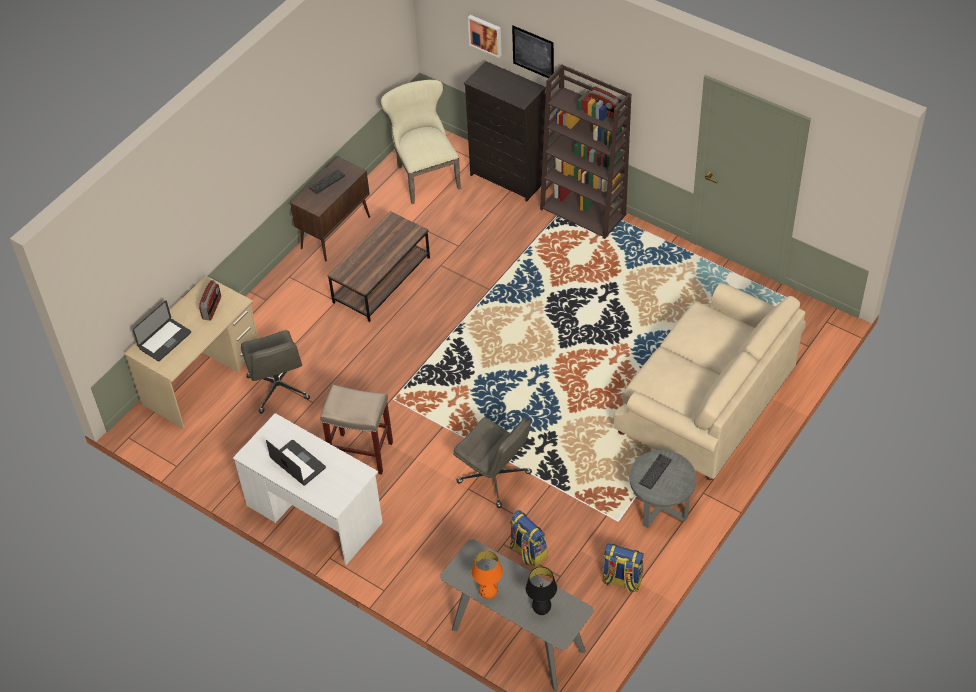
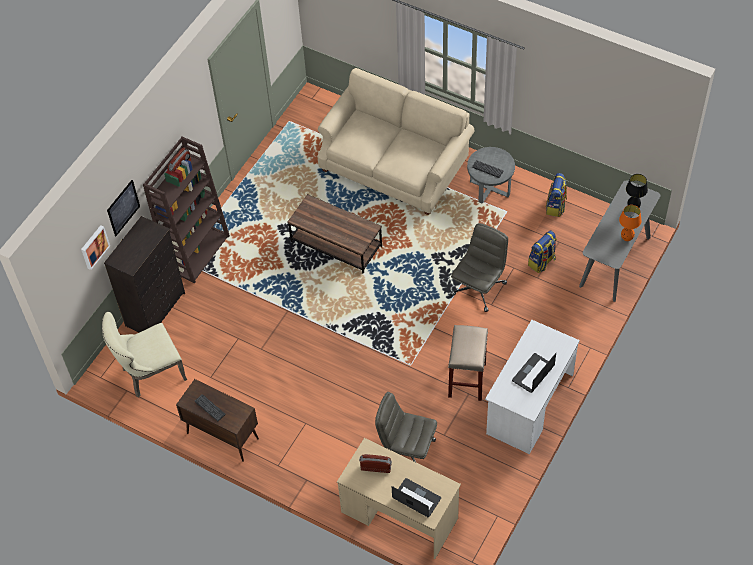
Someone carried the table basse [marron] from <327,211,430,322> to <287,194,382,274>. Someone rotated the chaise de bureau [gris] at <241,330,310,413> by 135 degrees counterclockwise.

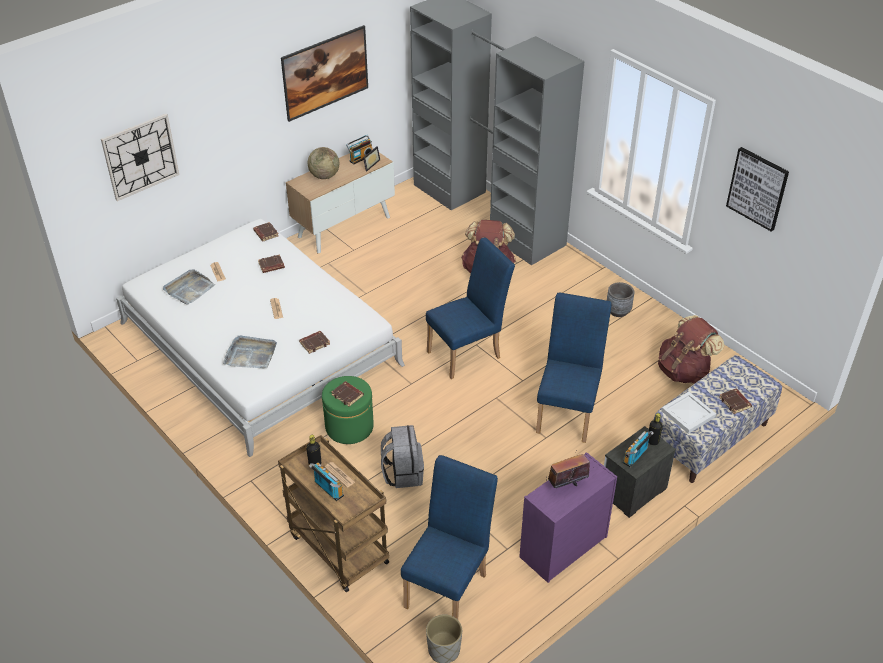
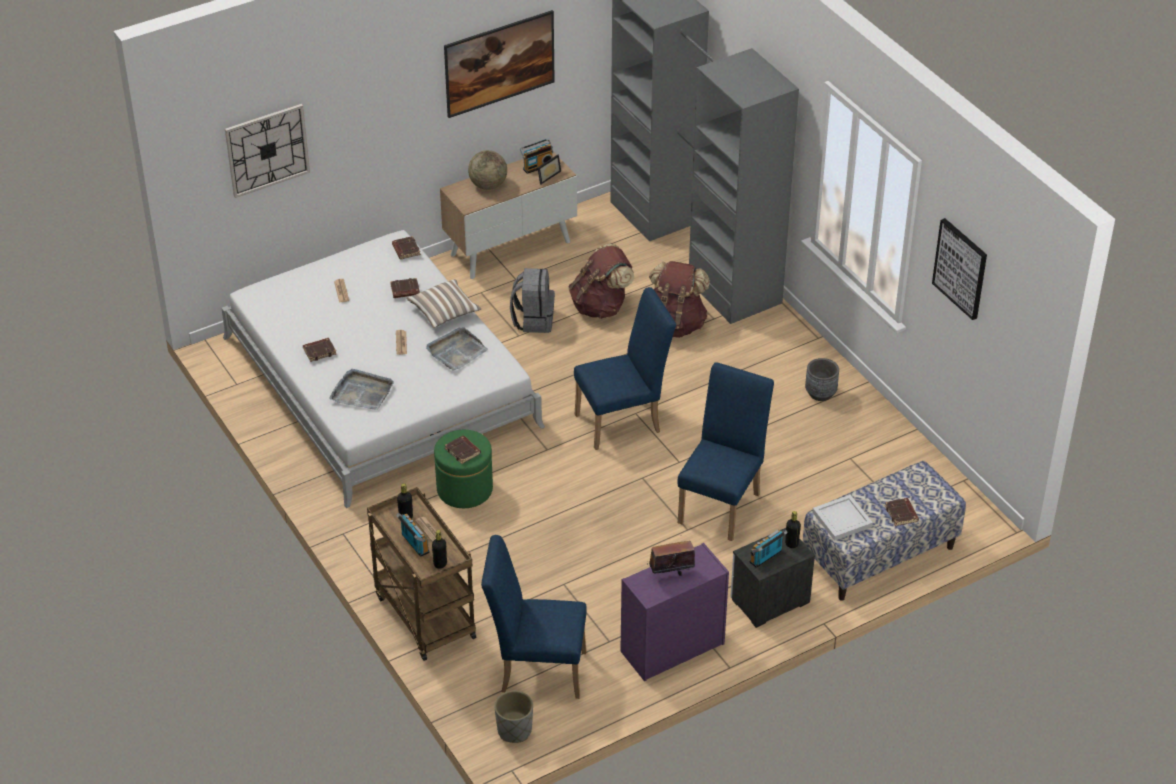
Someone put down the coussin at <407,279,481,328>. Someone put down the bouteille [noir] at <432,530,447,569>. Someone carried the plateau [gris] from <163,269,215,305> to <426,327,488,371>. Someone carried the livre [marron] from <299,331,330,354> to <303,338,336,362>. Someone carried the sac à dos [gris] from <381,425,424,488> to <510,268,555,333>. Someone carried the sac à dos [marron] from <658,315,724,384> to <569,244,634,319>. Someone rotated the chaise [bleu] at <401,455,498,620> by 120 degrees counterclockwise.

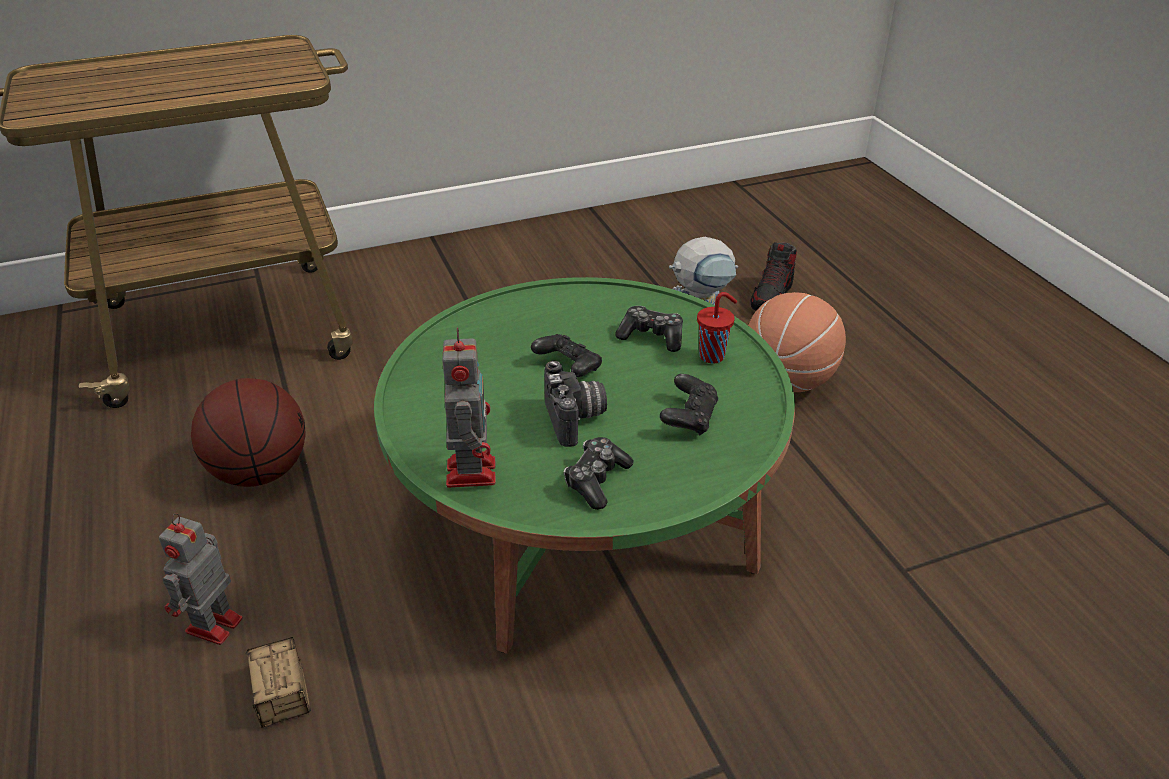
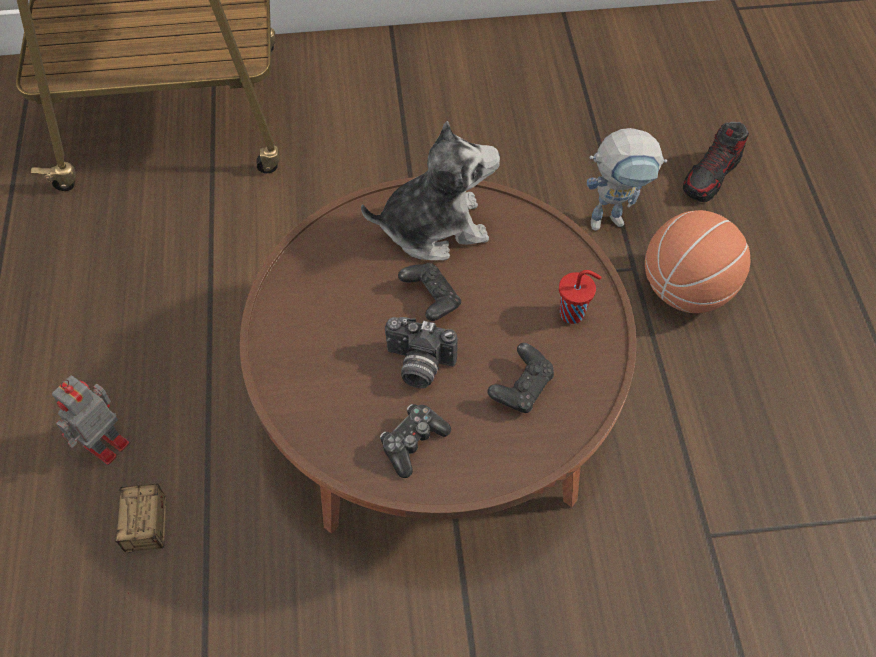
Someone took away the ballon de basket at <191,378,306,487>. Someone took away the robot jouet at <442,328,496,488>. Someone took away the manette at <616,306,683,352>. Someone put down the peluche at <361,121,500,261>. Someone repainted the table basse [vert] at <374,277,795,654>, which became the table basse [marron] at <240,177,636,534>. Someone rotated the appareil photo at <544,360,607,447> by 105 degrees clockwise.

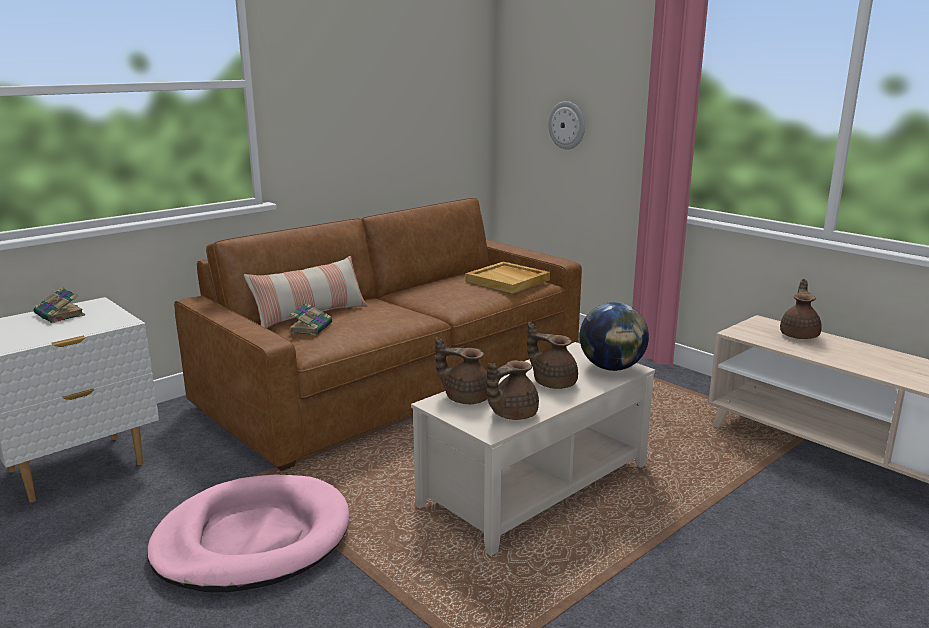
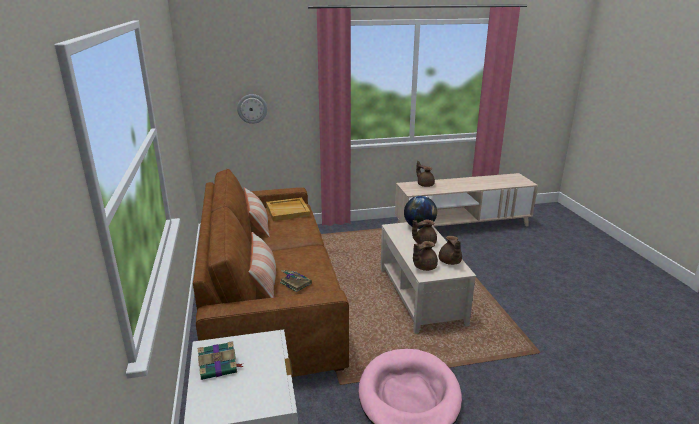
Someone put down the coussin at <244,187,270,237>.

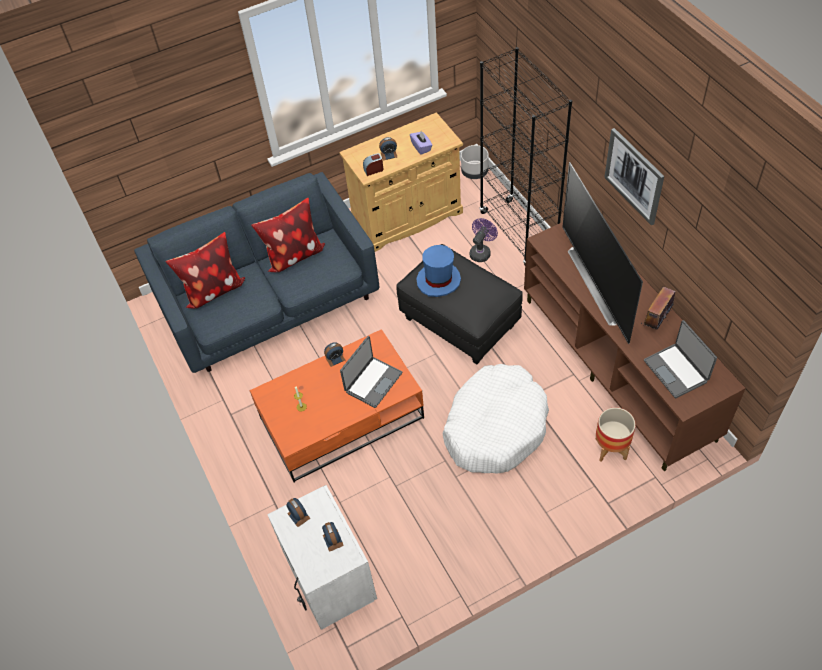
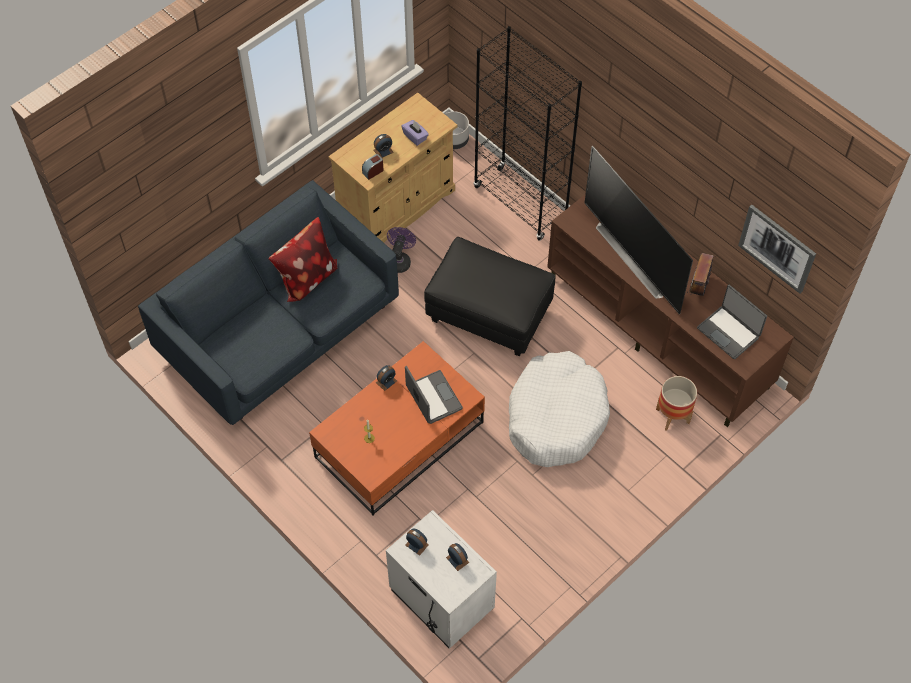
Someone took away the coussin at <165,232,245,308>. Someone took away the chapeau [bleu] at <416,245,461,297>. Someone carried the ventilateur [violet] from <470,218,498,262> to <387,227,416,273>. Someone carried the tableau from <604,128,664,225> to <738,204,816,294>. Someone rotated the ordinateur portable at <340,336,402,408> by 45 degrees counterclockwise.

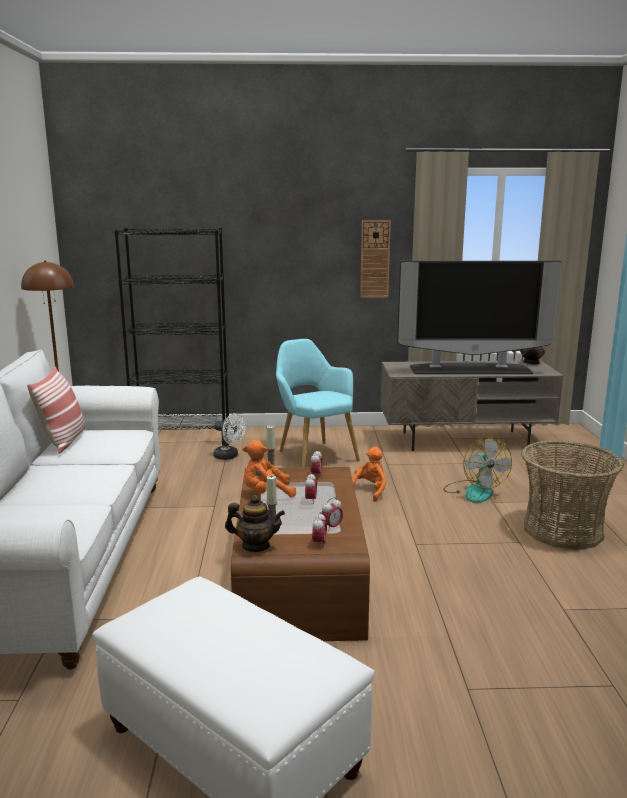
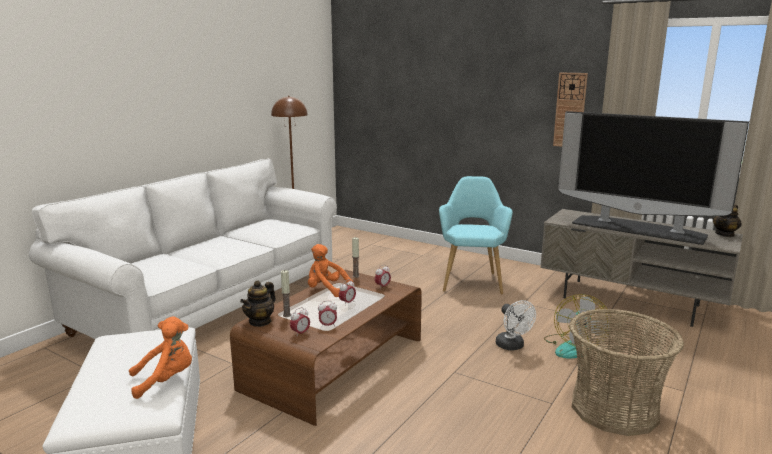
Someone took away the coussin at <27,367,85,454>. Someone took away the bibliothèque [noir] at <114,228,230,430>. Someone carried the ventilateur [blanc] from <213,413,245,460> to <496,300,536,350>. Someone carried the peluche [orange] from <352,446,387,501> to <129,316,192,399>. Someone rotated the théière at <225,495,285,552> by 75 degrees clockwise.

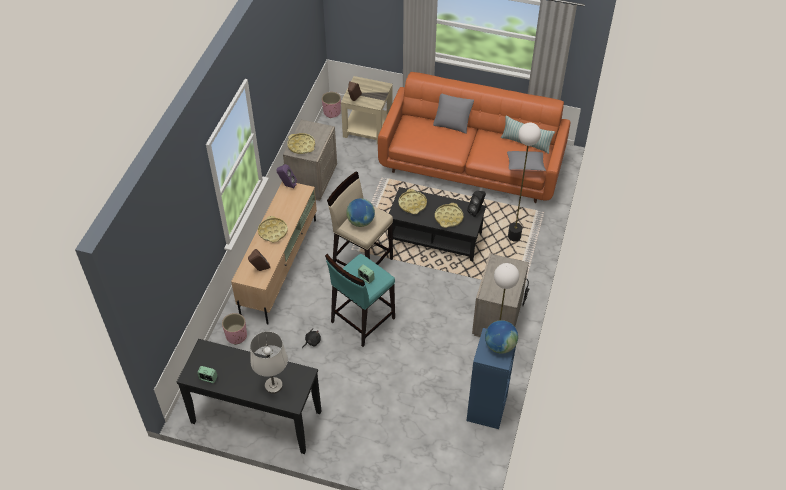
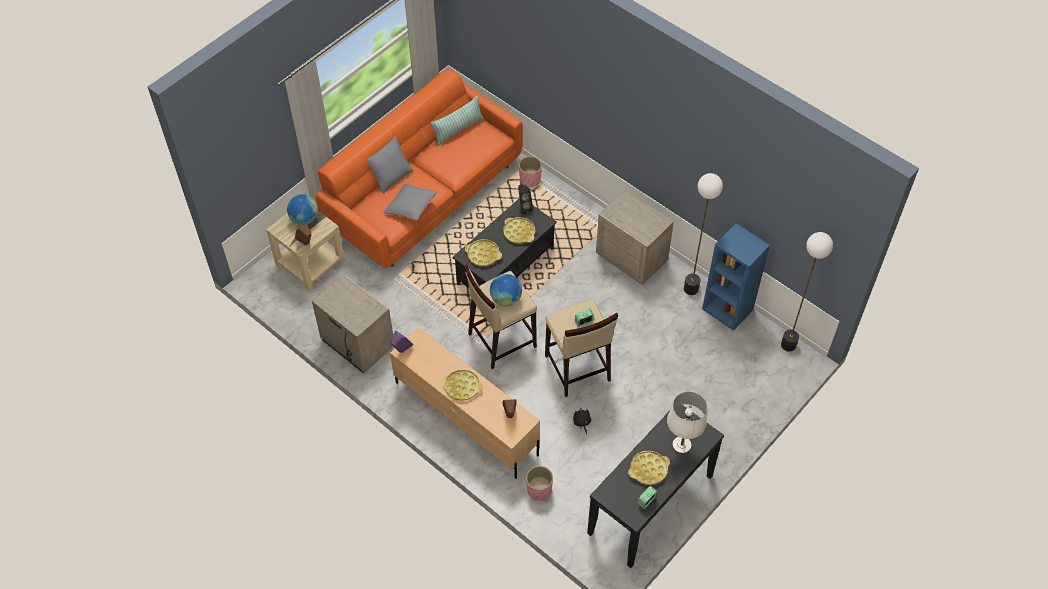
Someone carried the plateau [jaune] from <287,133,315,154> to <628,451,670,485>. Someone carried the cache-pot [rose] from <322,92,341,118> to <519,156,542,187>. Someone carried the globe from <485,320,518,354> to <287,194,318,225>. Someone carried the coussin [gris] from <507,151,546,172> to <383,184,438,220>. Someone carried the lampadaire from <508,123,541,241> to <781,232,833,352>. Someone repainted the tabouret [turquoise] at <325,254,395,347>, which became the tabouret [beige] at <545,300,618,397>.

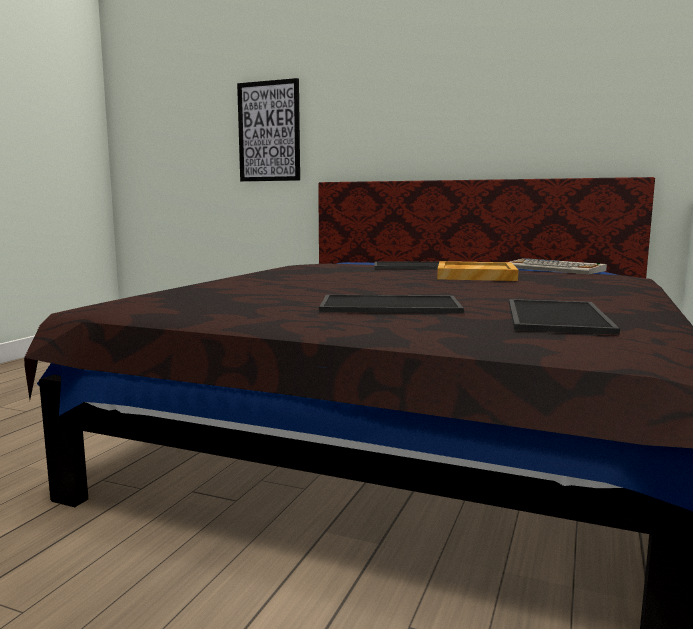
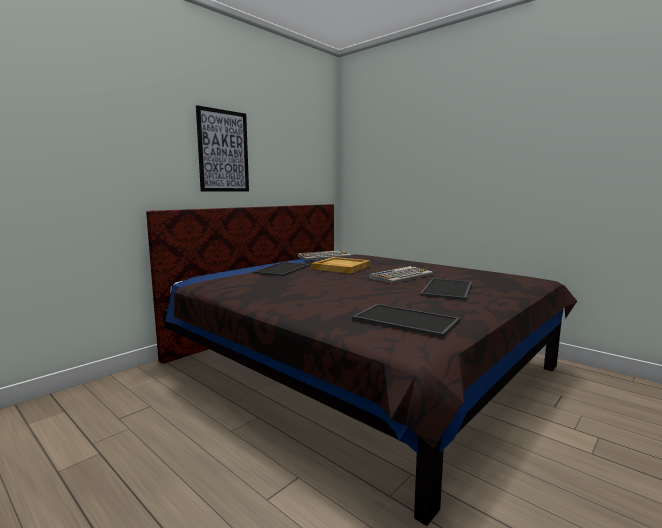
Someone put down the clavier at <369,266,433,284>. Someone carried the tableau from <237,78,300,182> to <196,105,249,192>. Someone carried the plateau from <509,299,620,335> to <352,304,460,338>.

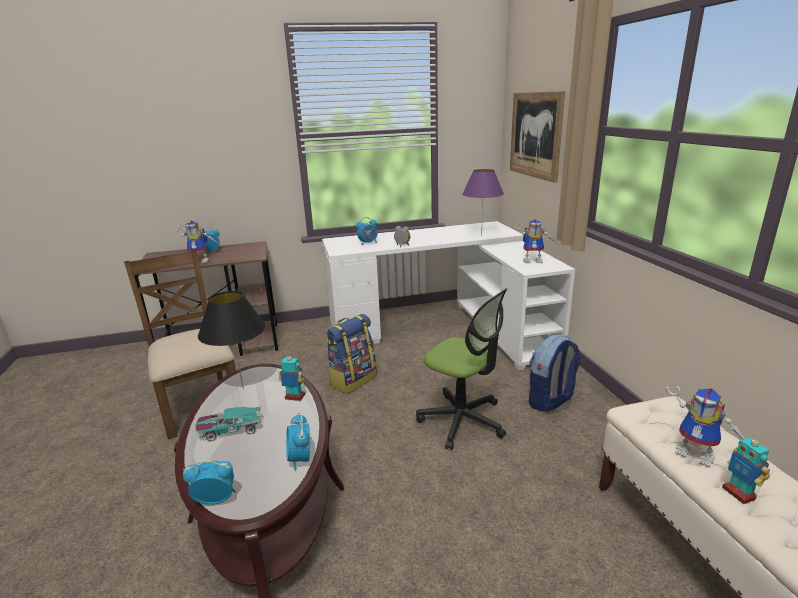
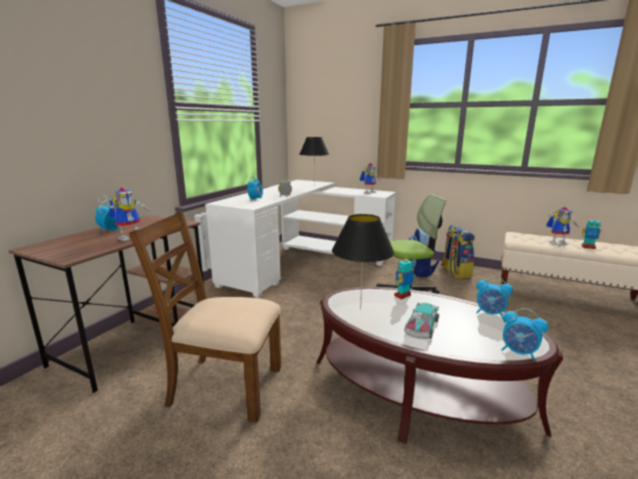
Someone took away the tableau at <510,91,565,183>. Someone carried the sac à dos from <326,314,377,394> to <441,225,475,279>. Someone repainted the lampe de table [violet] at <462,169,504,236>, which became the lampe de table [noir] at <299,137,329,186>. Someone rotated the réveil at <183,460,236,505> by 90 degrees counterclockwise.

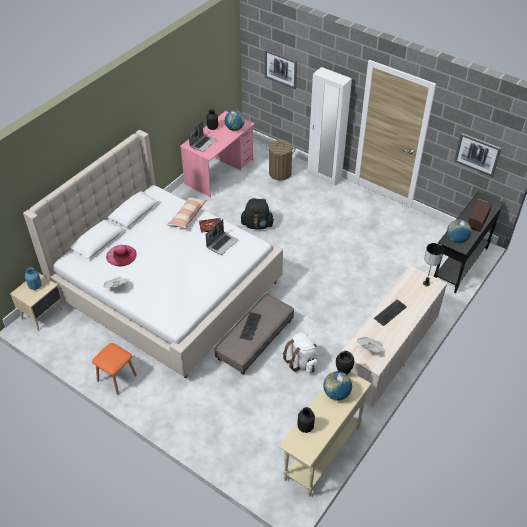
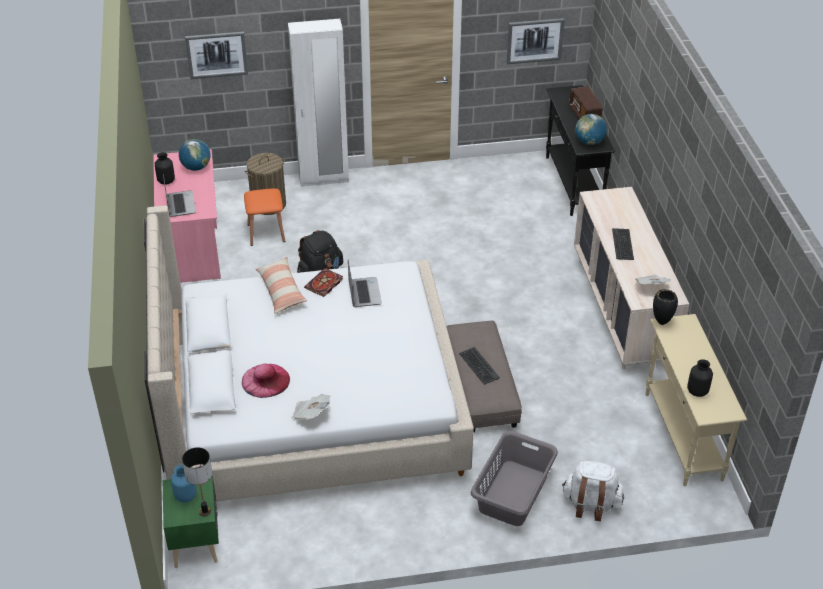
Someone took away the globe at <323,371,352,400>. Someone put down the panier à linge [gris] at <471,431,558,526>. Someone carried the tabouret [orange] from <92,343,137,395> to <244,188,285,246>. Someone carried the sac à dos [blanc] from <283,332,318,373> to <562,461,624,521>. Someone carried the lampe de table from <423,243,443,286> to <182,447,212,517>. Someone repainted the table de chevet [beige] at <10,273,63,330>, which became the table de chevet [vert] at <163,475,219,568>.

